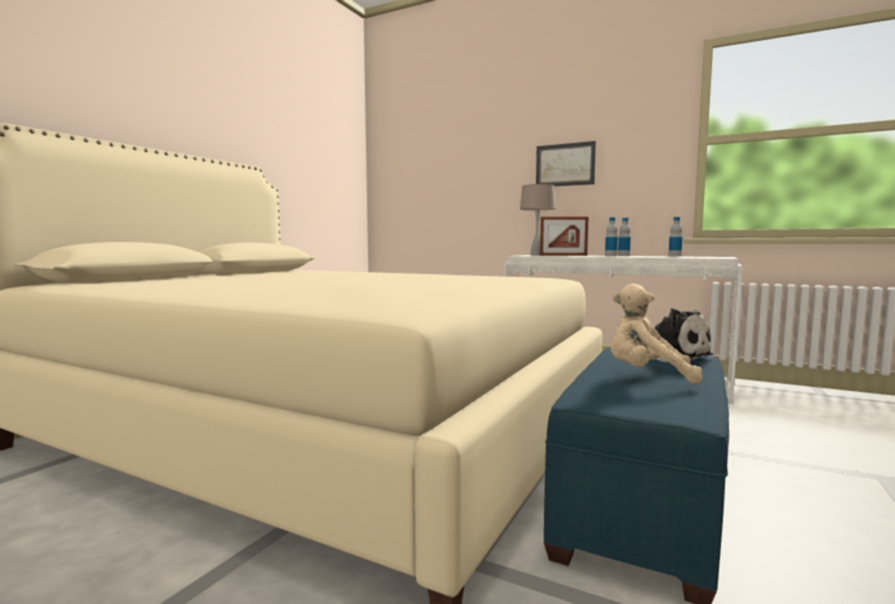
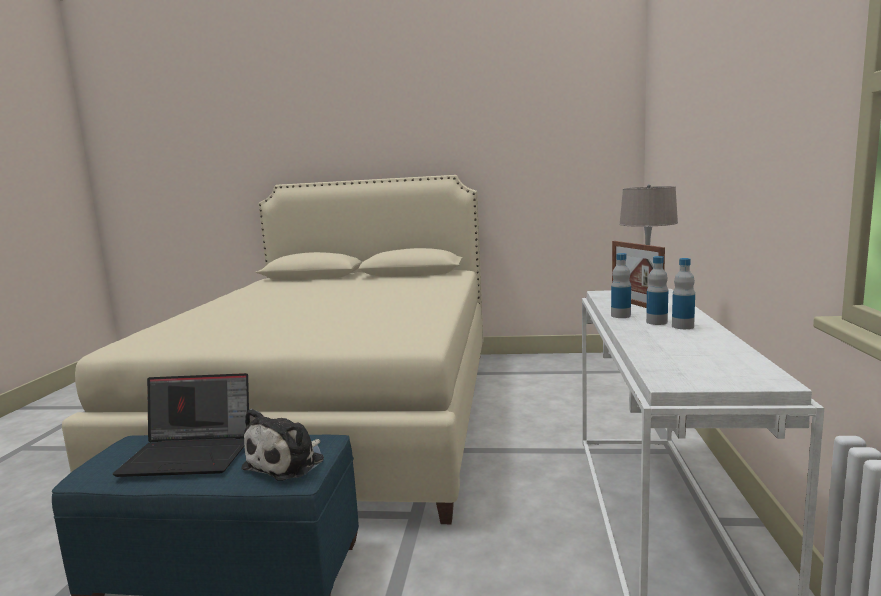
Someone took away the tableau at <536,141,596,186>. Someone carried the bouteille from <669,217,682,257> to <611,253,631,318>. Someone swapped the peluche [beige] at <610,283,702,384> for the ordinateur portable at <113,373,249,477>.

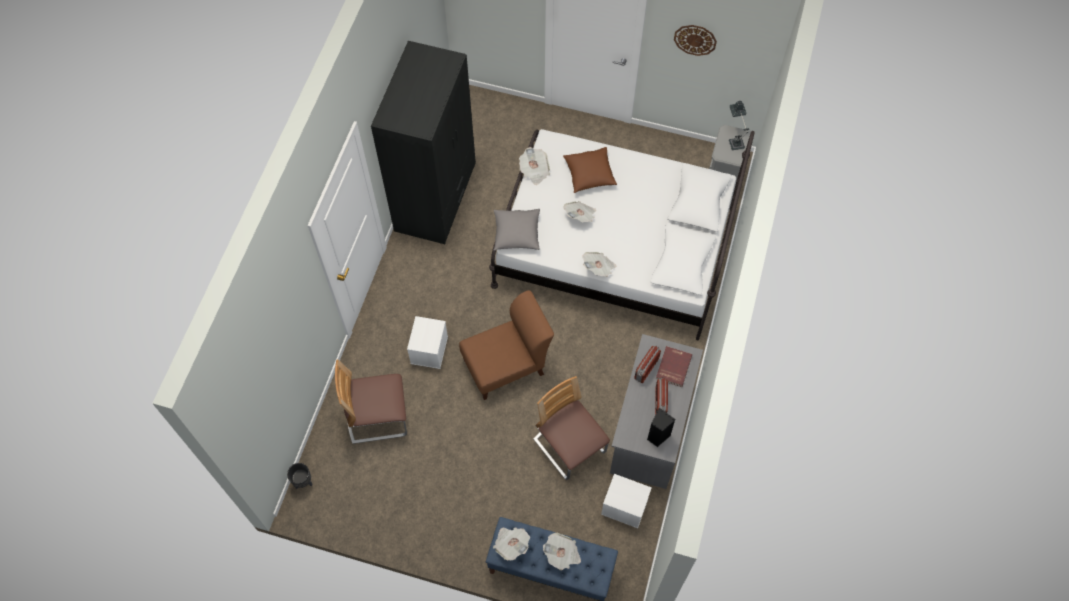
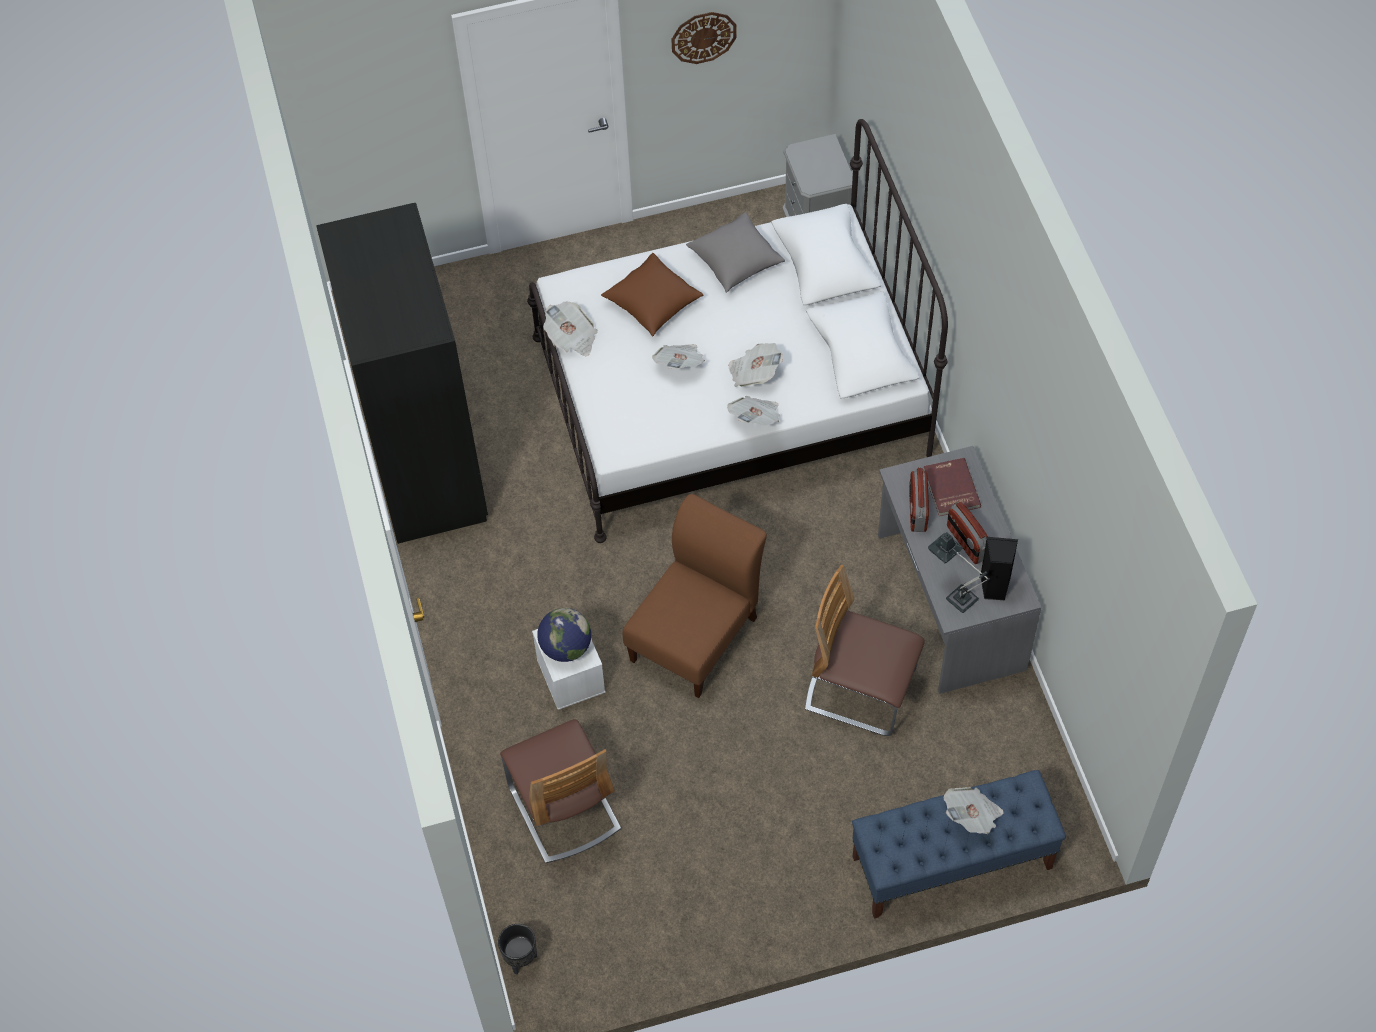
Someone took away the boîte de rangement [blanc] at <601,474,652,528>. Someone put down the globe at <537,608,591,662>. Someone carried the journal from <493,527,530,560> to <728,343,783,387>. Someone carried the coussin [gris] from <494,209,540,250> to <686,212,785,292>. Someone carried the lampe de table from <729,101,749,150> to <928,532,990,613>. Someone rotated the chaise at <335,359,407,444> by 75 degrees counterclockwise.

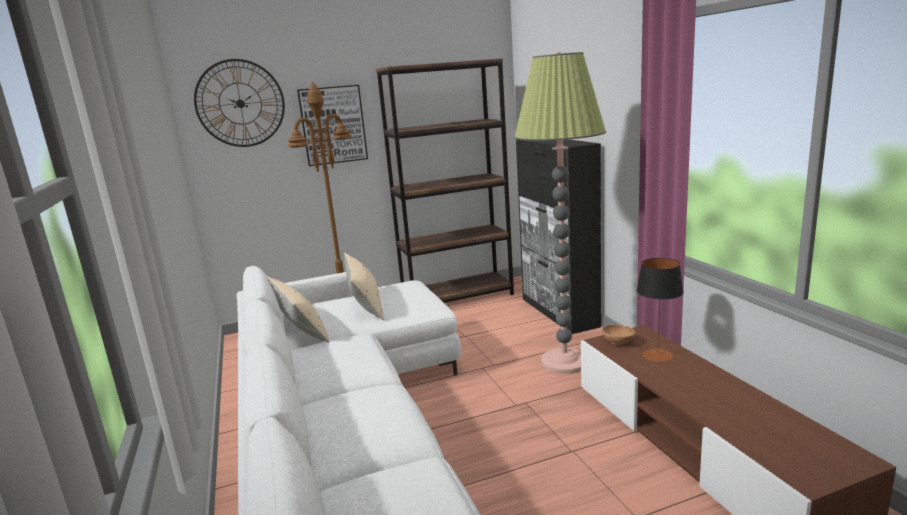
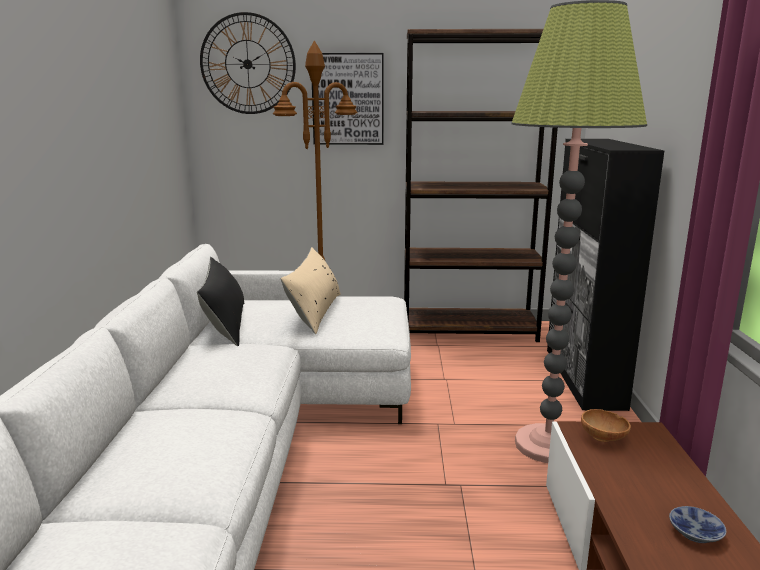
Someone took away the lampe de table at <636,258,684,362>. Someone put down the bol at <669,506,727,543>. Someone repainted the coussin [beige] at <266,276,330,343>, which became the coussin [noir] at <197,257,244,346>.

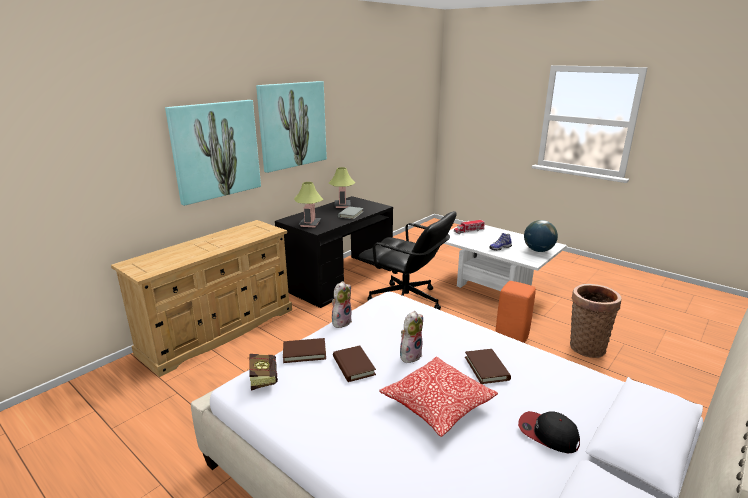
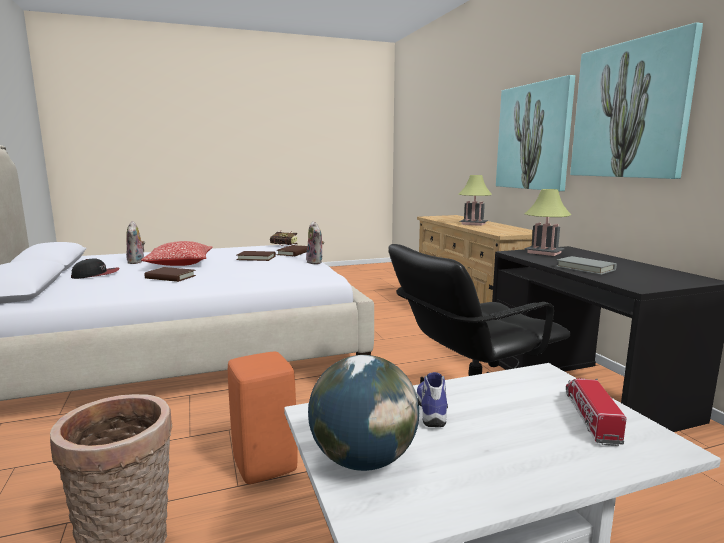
Someone carried the lampe de table from <329,167,355,208> to <458,175,492,226>. Someone carried the peluche from <400,311,423,363> to <126,221,145,264>.

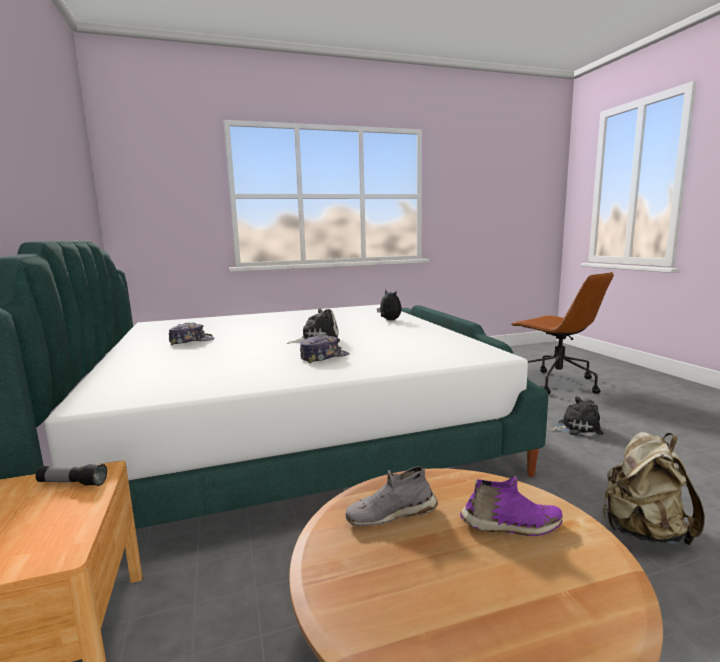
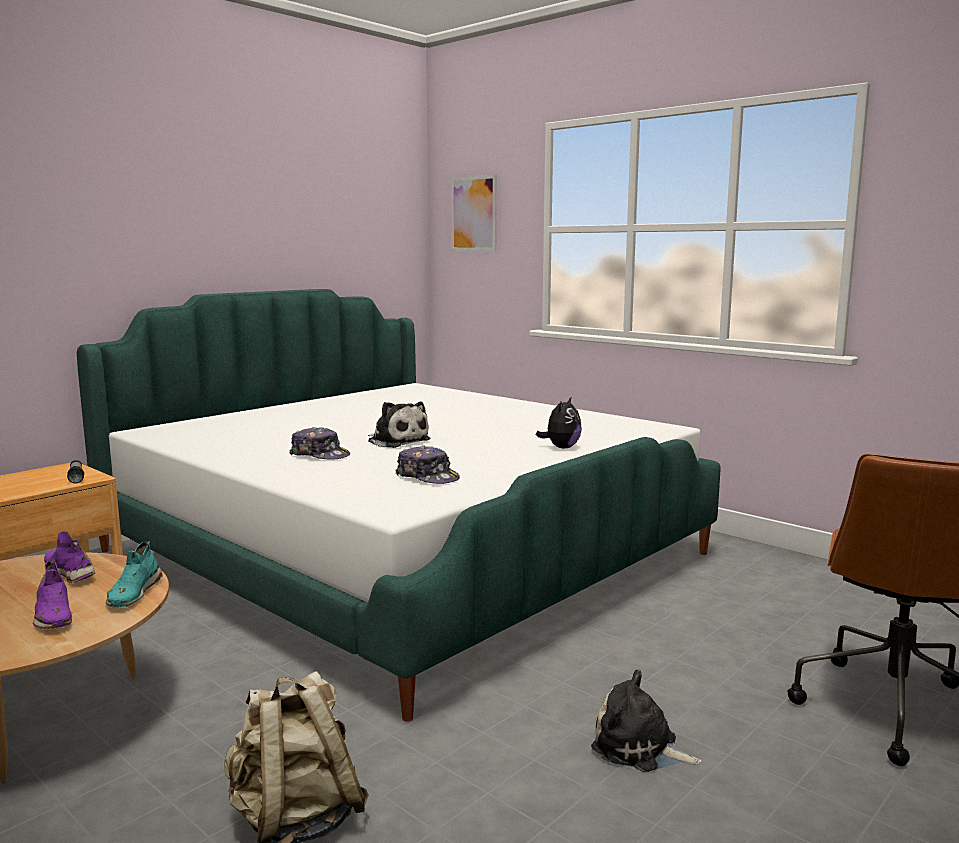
Someone put down the chaussure [turquoise] at <106,541,163,607>. Someone put up the tableau at <451,175,497,251>. Someone carried the casquette from <169,323,215,345> to <395,446,460,484>. Someone repainted the chaussure [gris] at <345,466,438,526>, which became the chaussure [violet] at <44,531,95,583>. Someone rotated the peluche at <549,396,604,437> by 150 degrees clockwise.

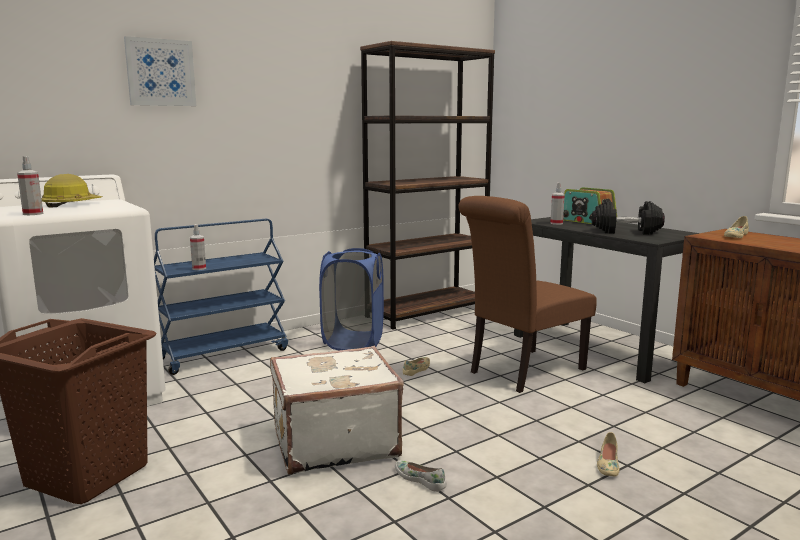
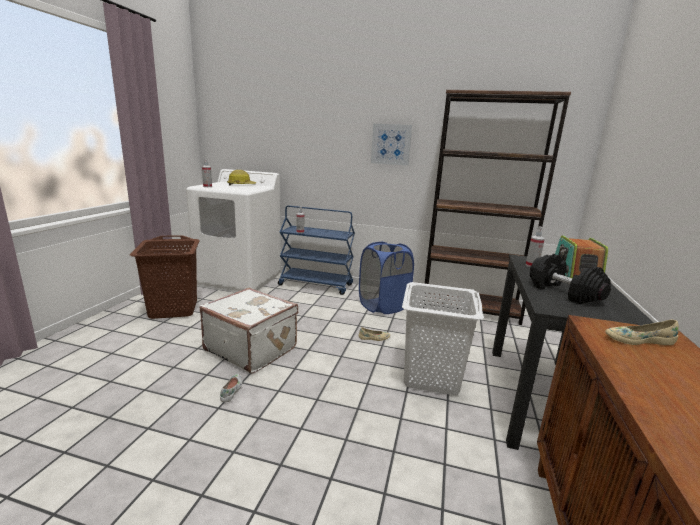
Someone took away the chaussure [beige] at <597,432,620,477>. Someone carried the tableau from <124,36,196,106> to <371,124,412,166>. Someone swapped the chaise [marron] at <458,196,597,393> for the panier à linge [blanc] at <402,282,484,395>.

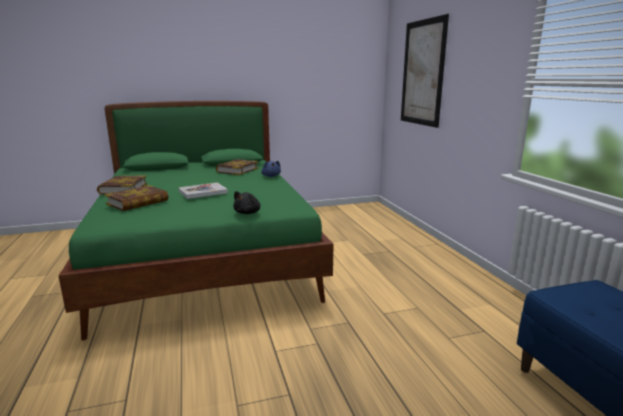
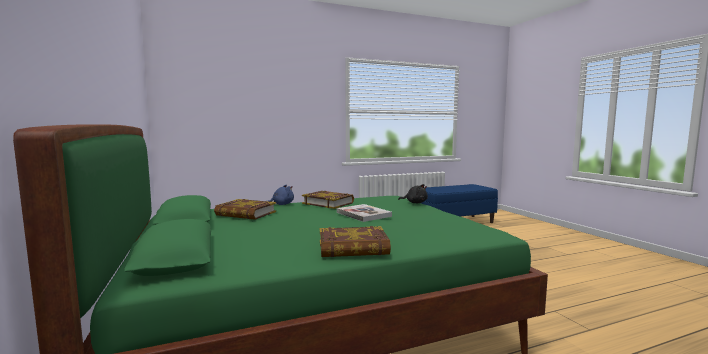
Someone took away the tableau at <401,14,449,128>. Someone carried the livre from <104,185,168,211> to <302,191,354,209>.

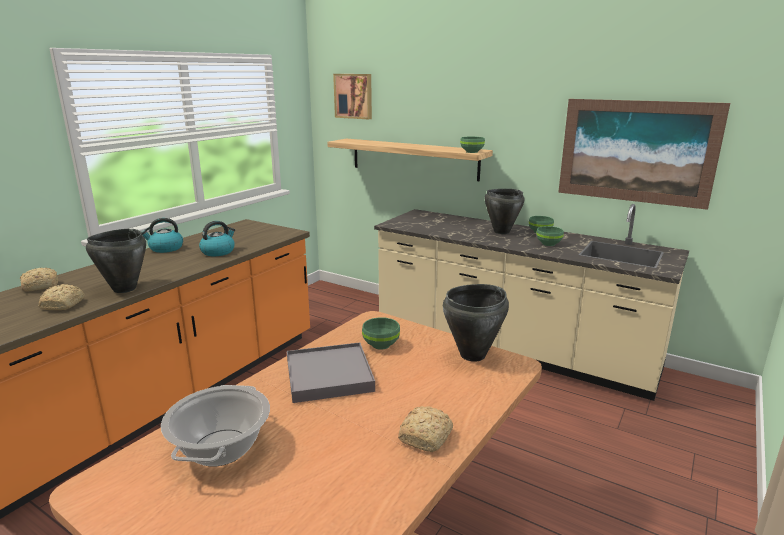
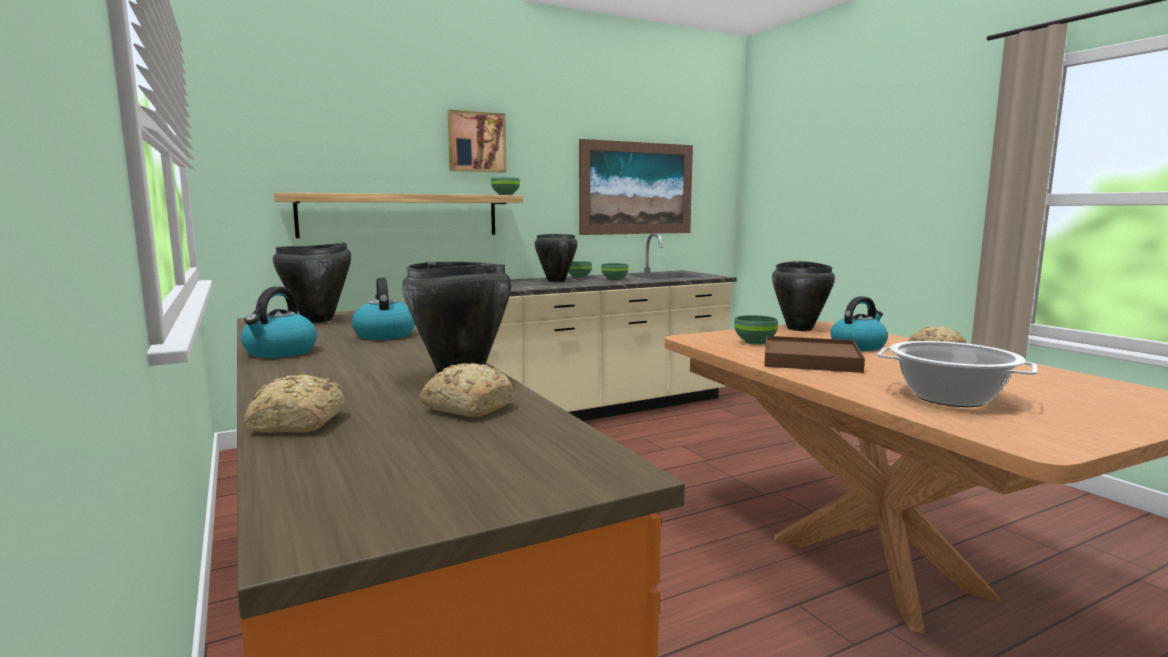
Someone put down the marmite [noir] at <273,243,351,323>. Someone put down the bouilloire at <830,296,888,351>. Someone carried the tableau from <333,74,372,119> to <448,110,507,173>. Someone repainted the plateau [gris] at <287,342,375,403>, which became the plateau [marron] at <764,336,865,373>.

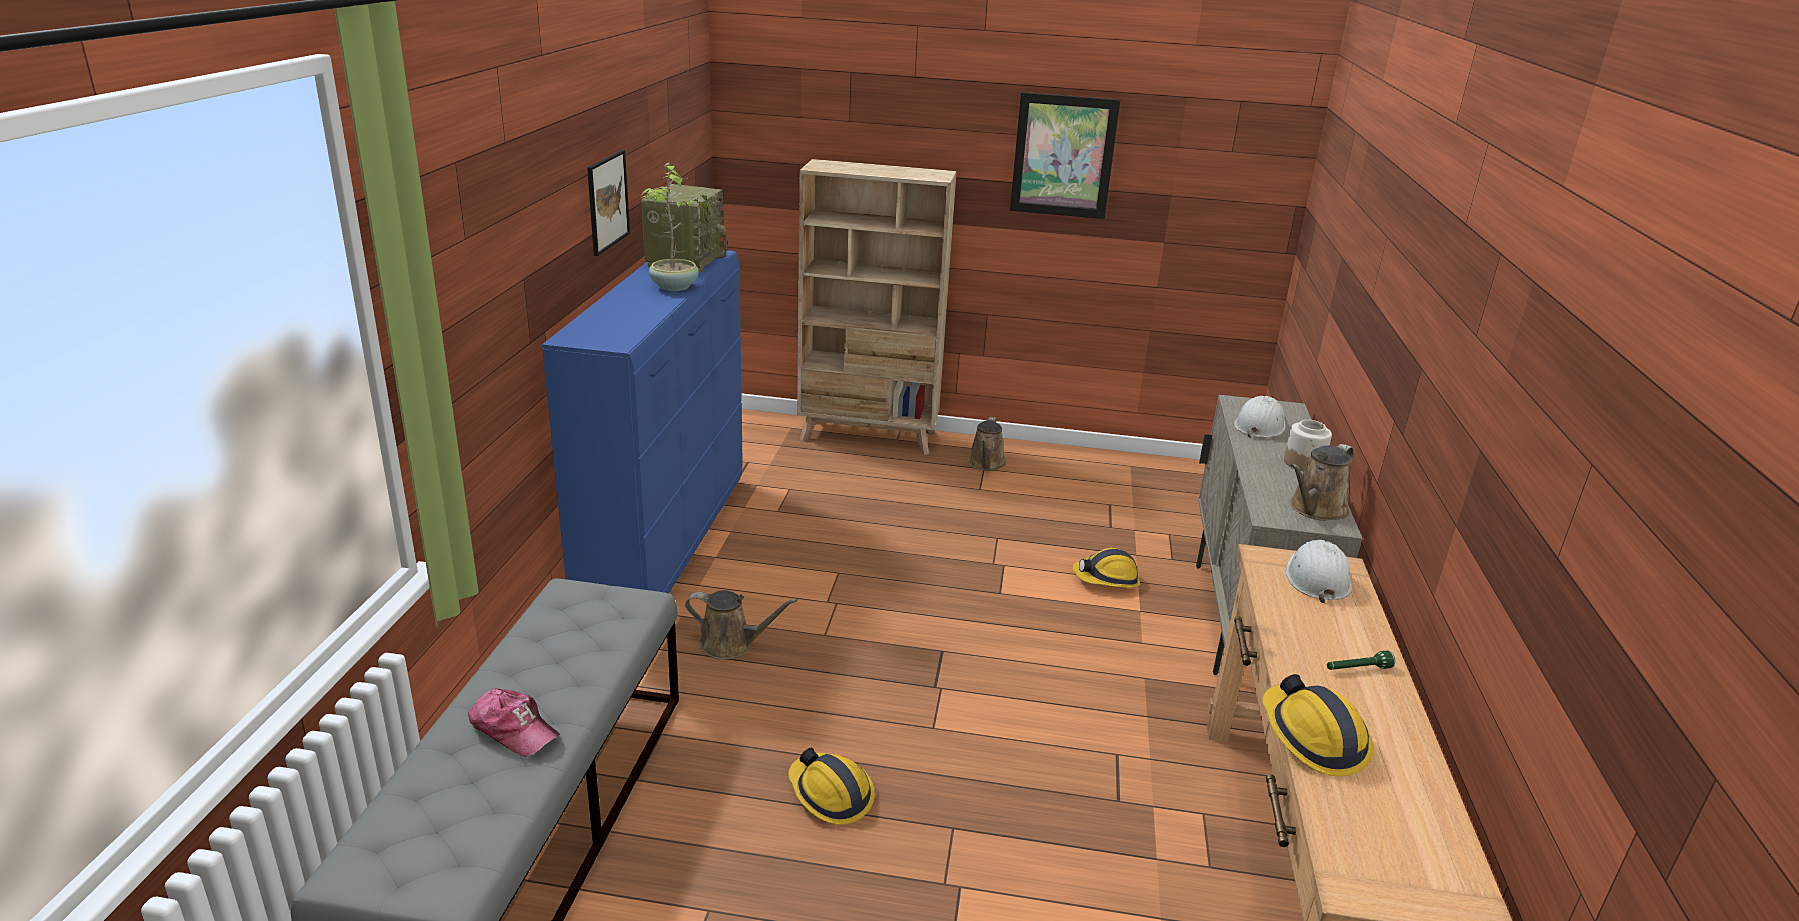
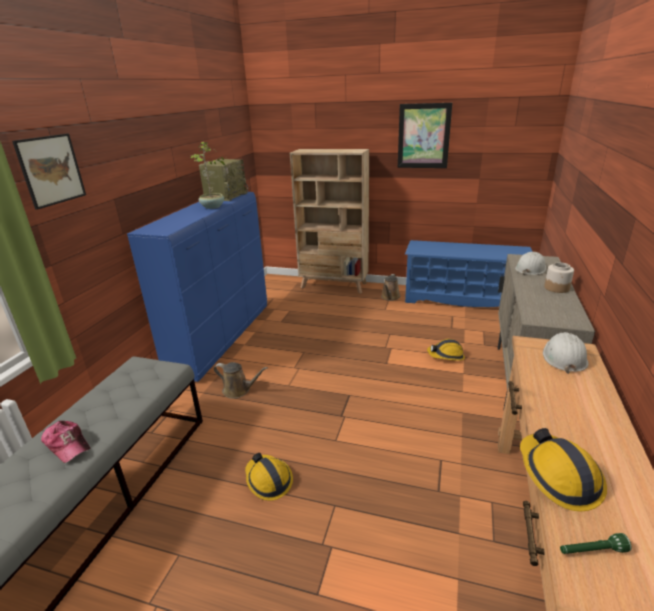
Someone took away the arrosoir [marron] at <1290,444,1354,521>. Someone put down the étagère à chaussures [bleu] at <405,240,533,307>. Someone carried the tableau from <587,150,630,256> to <12,134,86,210>. Someone carried the lampe de poche [vert] from <1327,651,1395,670> to <560,533,631,554>.

